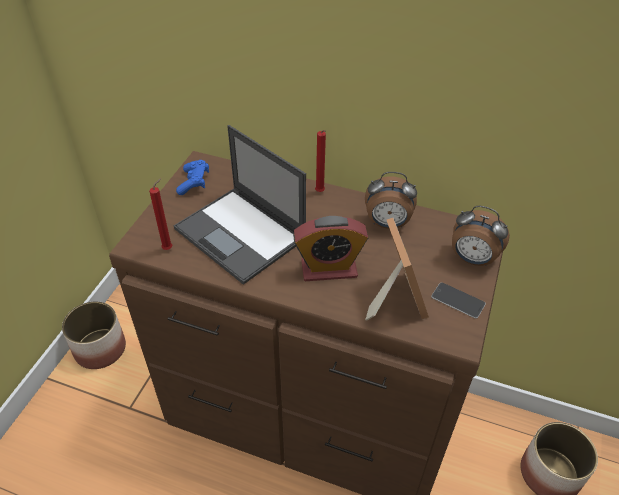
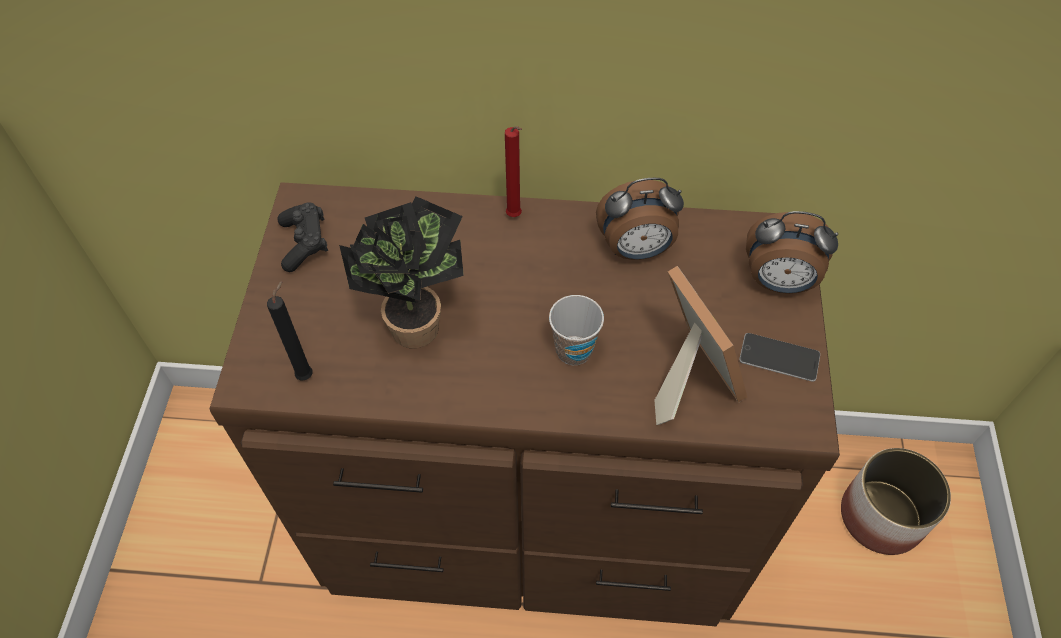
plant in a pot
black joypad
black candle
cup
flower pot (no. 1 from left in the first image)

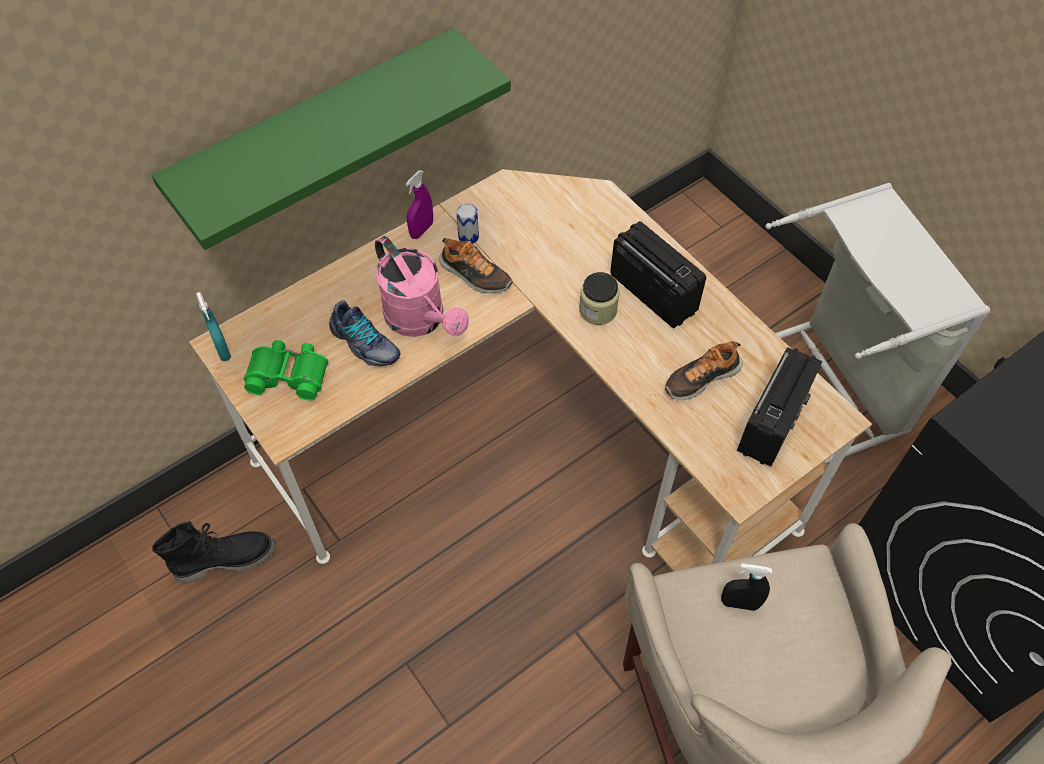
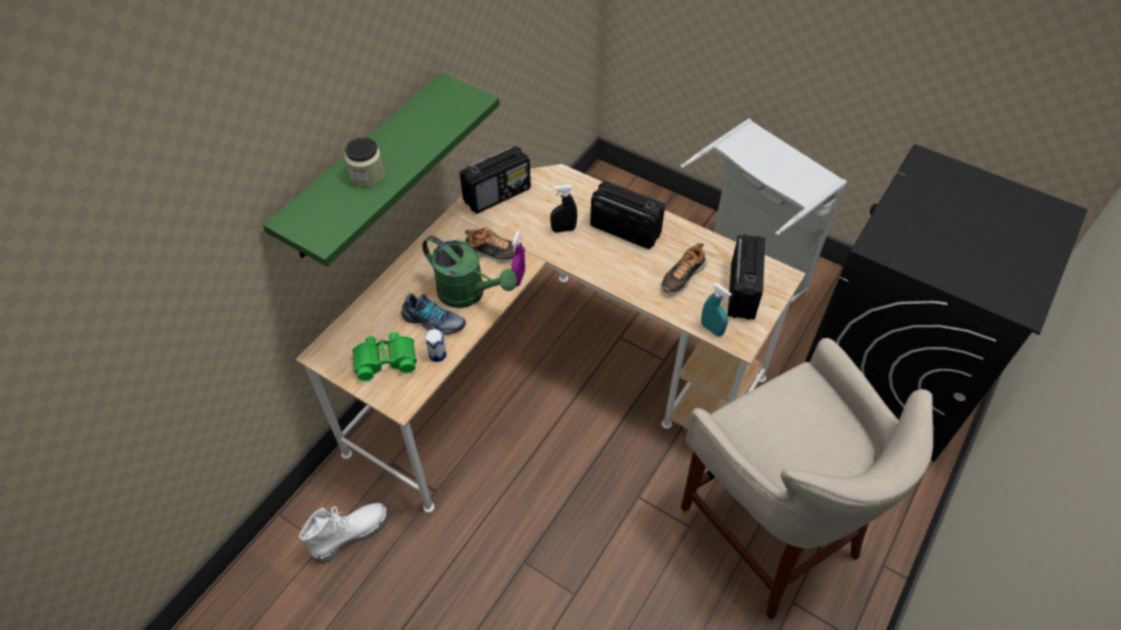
purplish hand sprayer
can
green-coloured watering pot
storage jar
turquoise-coloured hand sprayer
white high-top boot
black hand sprayer
radio (no. 1 from left)

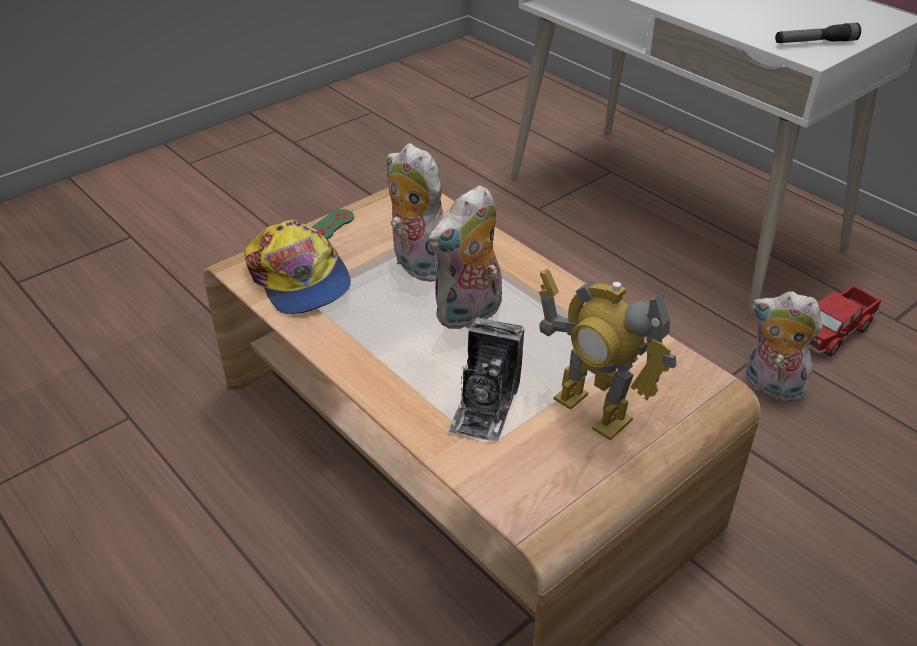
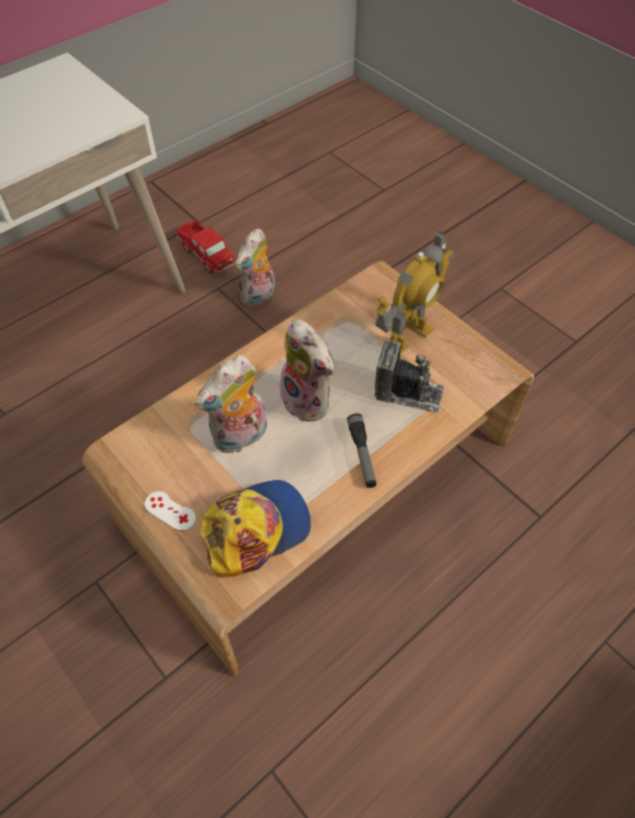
hand torch
white joypad

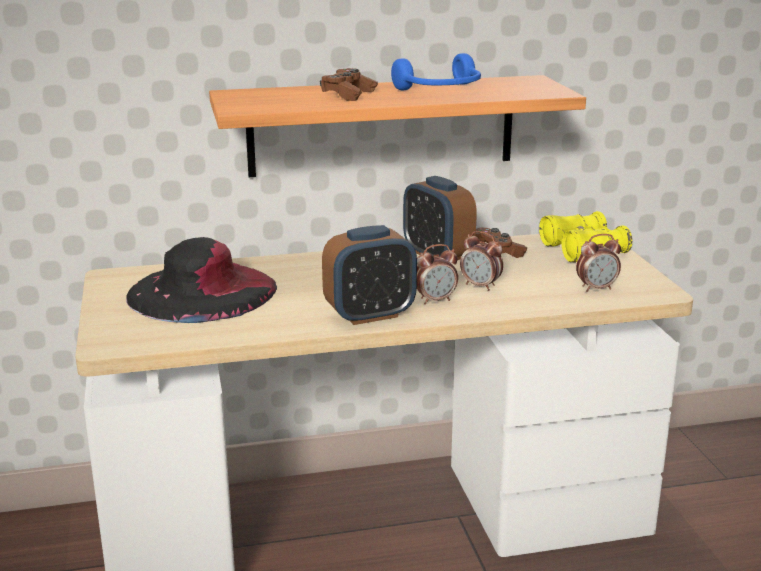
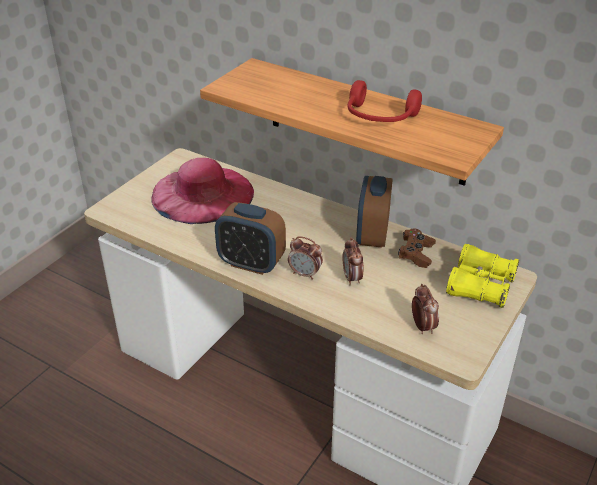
reddish headset
brownish joypad (no. 1 from left in the first image)
bedside clock (no. 5 from left)
pink wearable hat

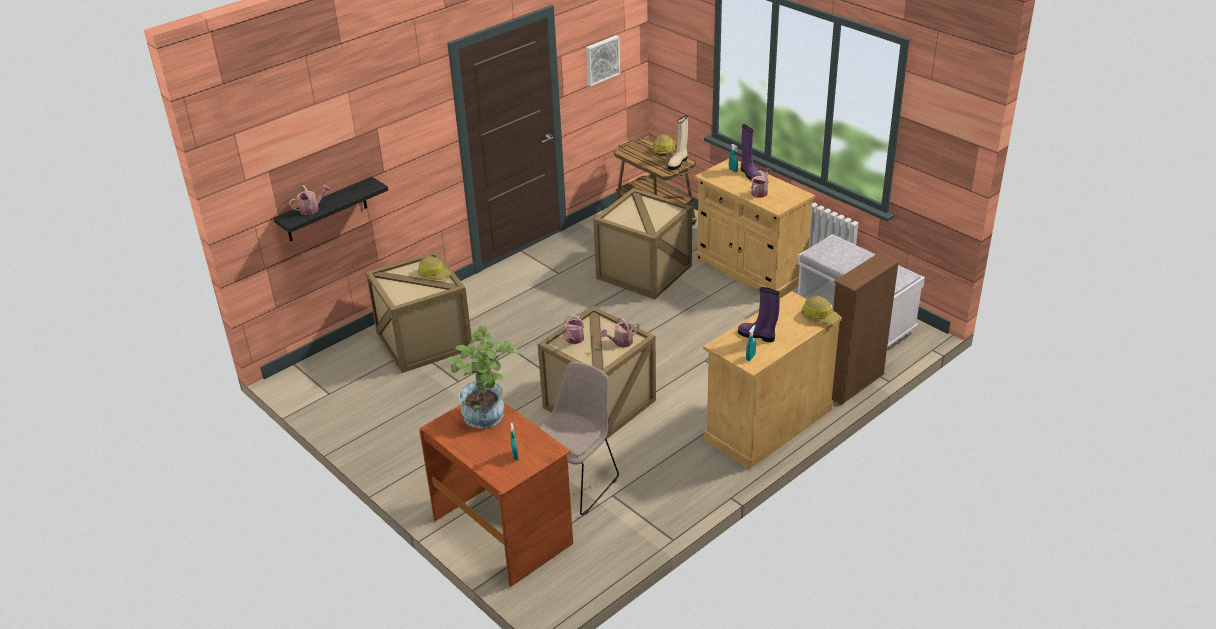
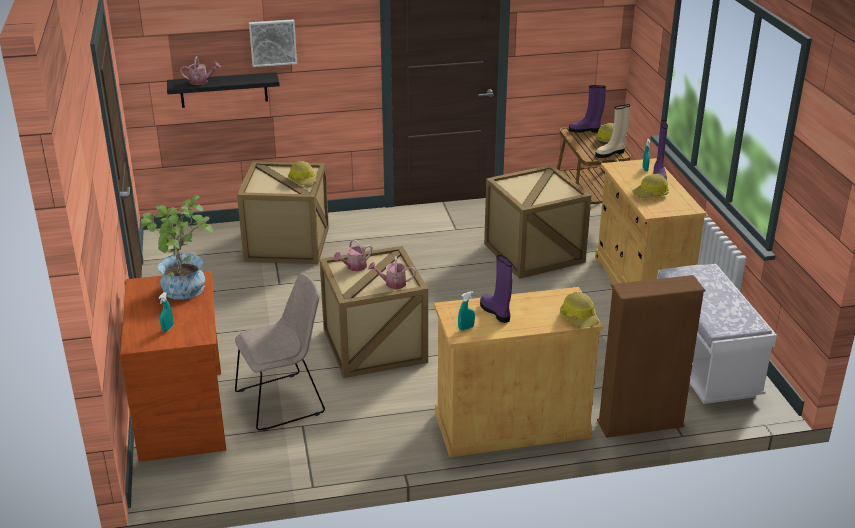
wall picture
work helmet (no. 4 from left)
purplish high-top boot (no. 2 from left)

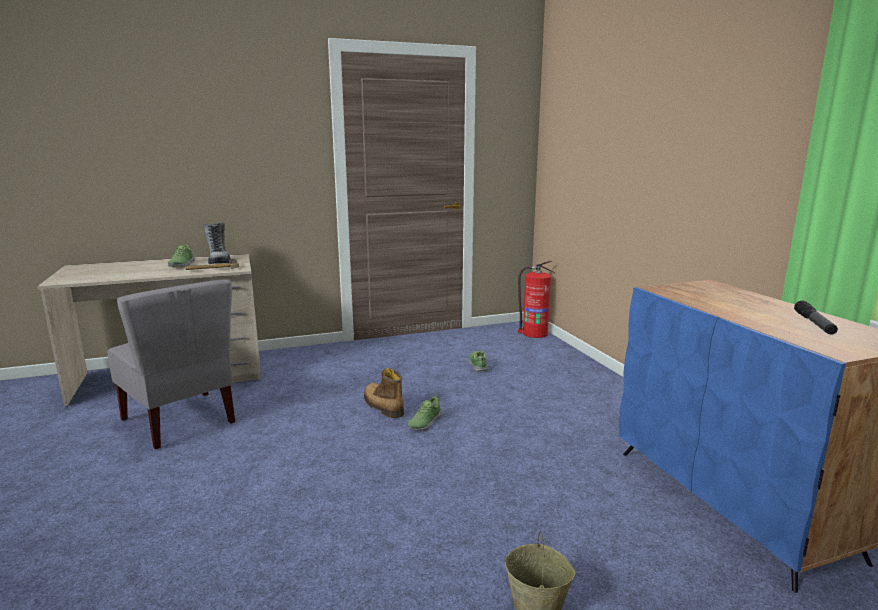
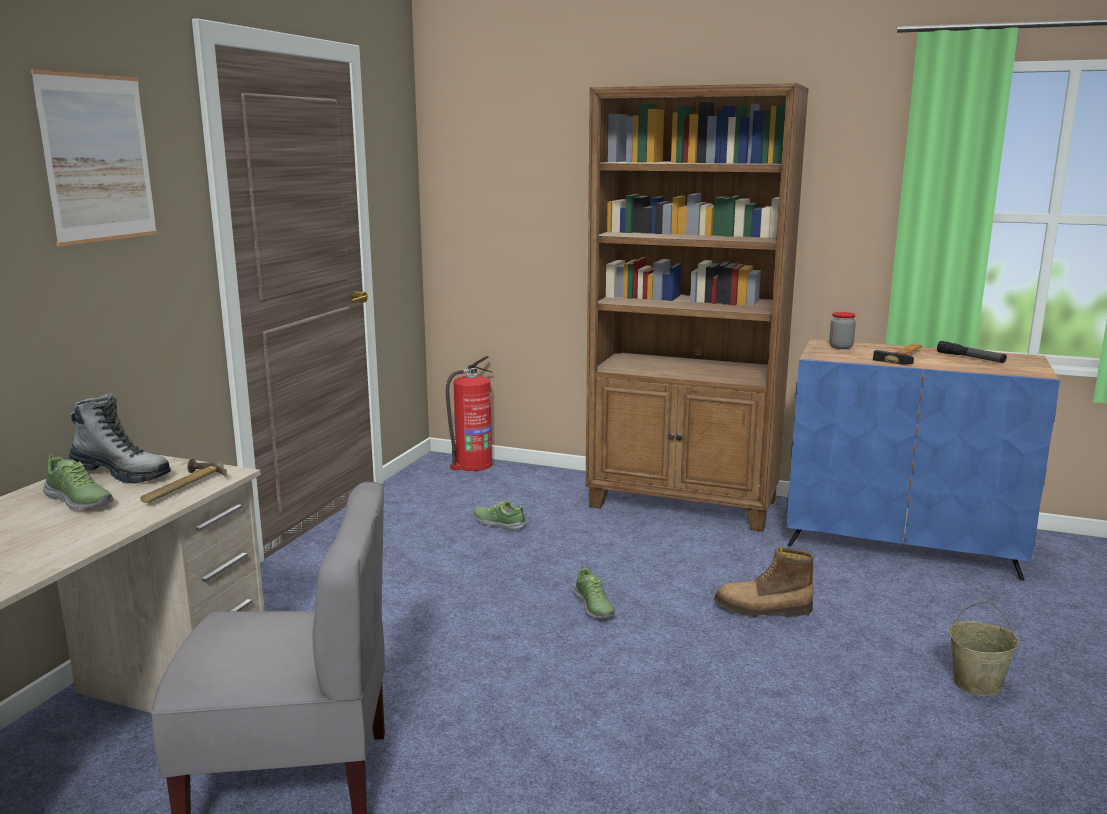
high-top boot (no. 2 from left)
wall picture
brownish bookshelf
storage jar
tool hammer (no. 2 from left)

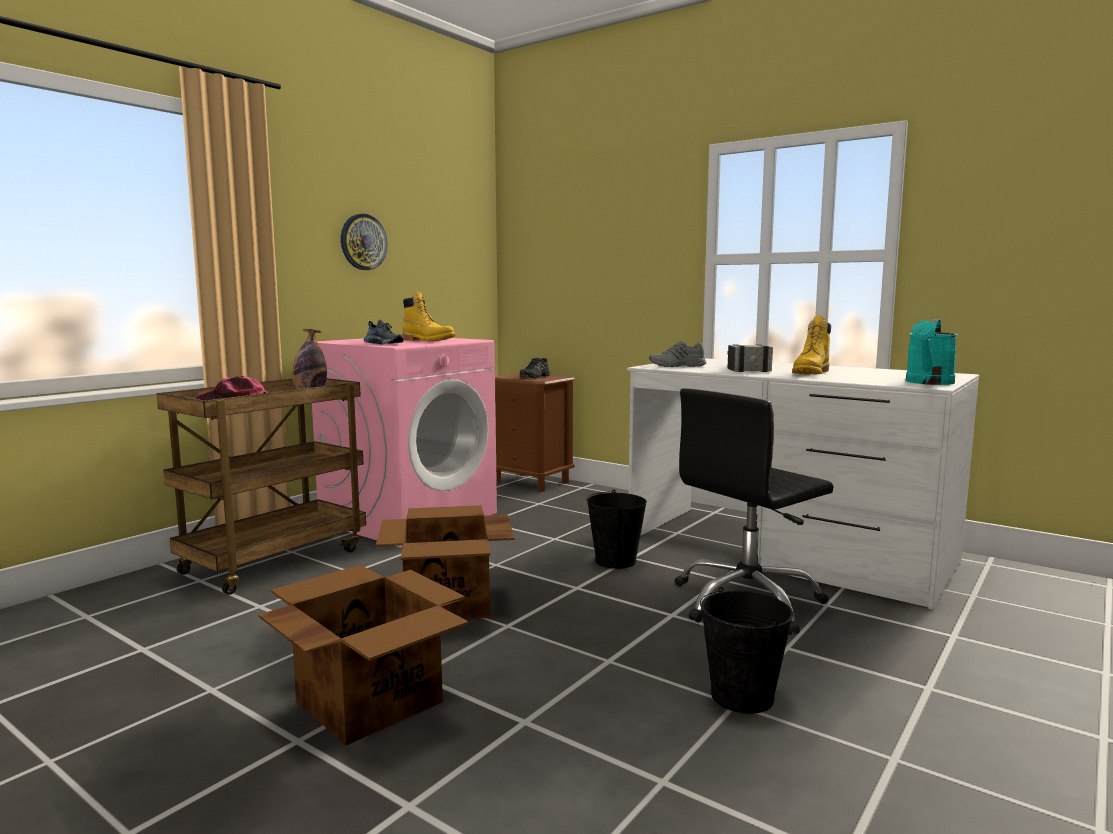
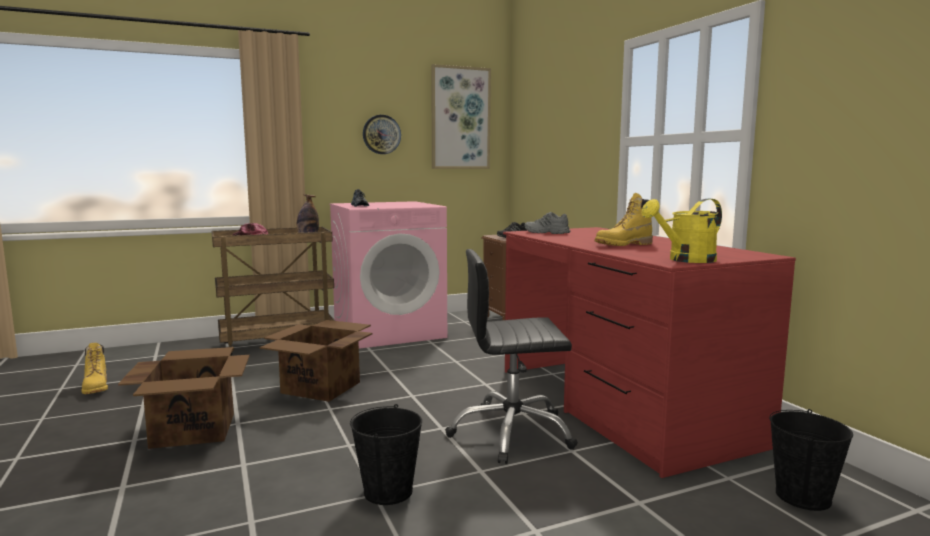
yellow-coloured high-top boot (no. 1 from left)
yellow-coloured watering pot
tool hammer
reddish desk unit
black pail (no. 2 from left)
wall picture

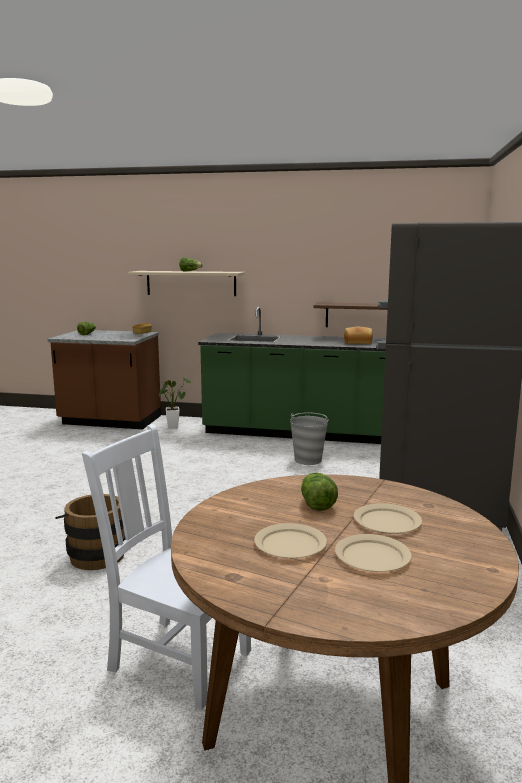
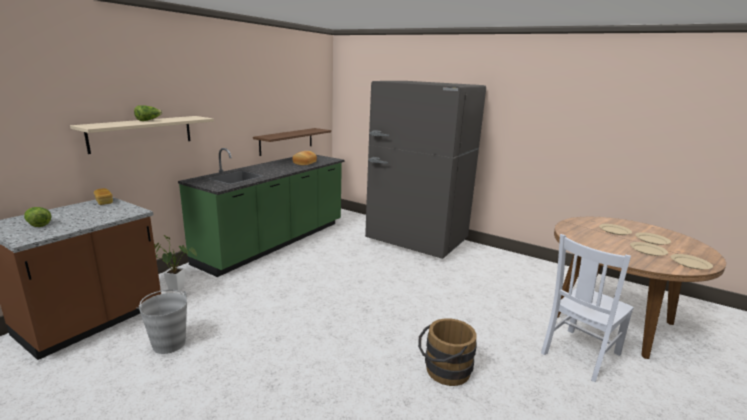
greyish pail
head of lettuce (no. 3 from left in the first image)
beige flat dish (no. 4 from left)

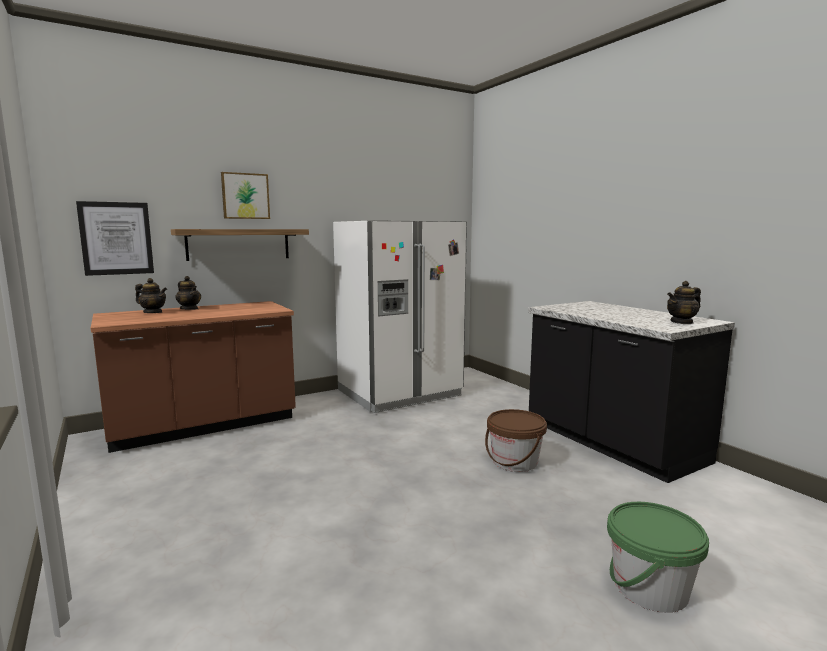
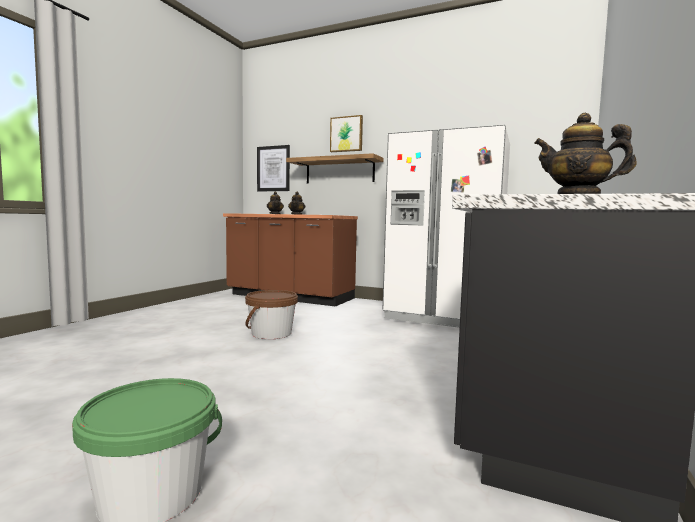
brownish pail

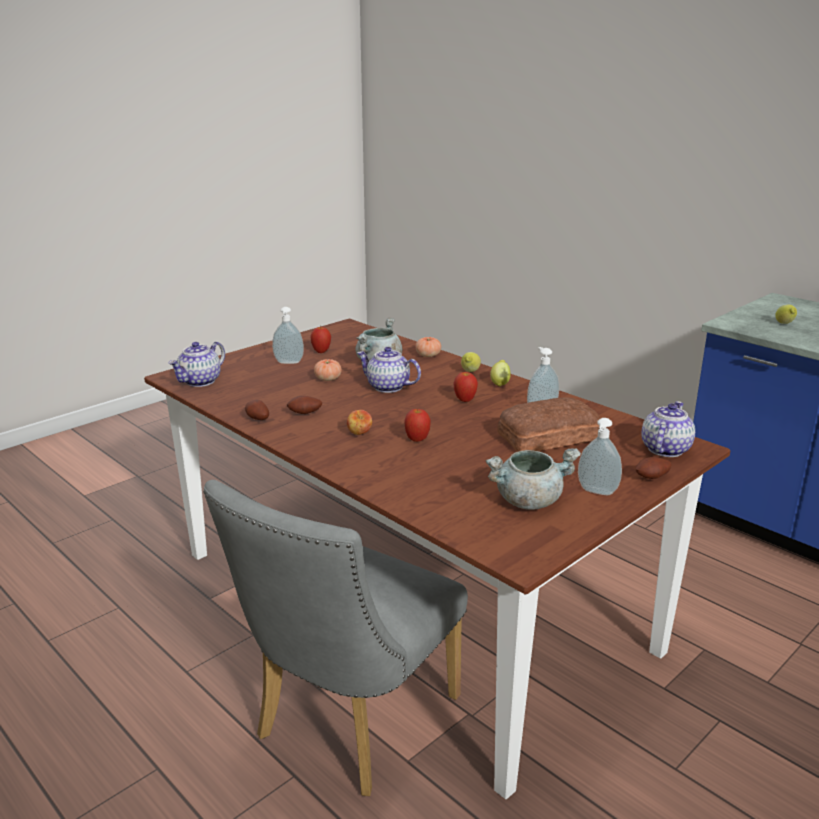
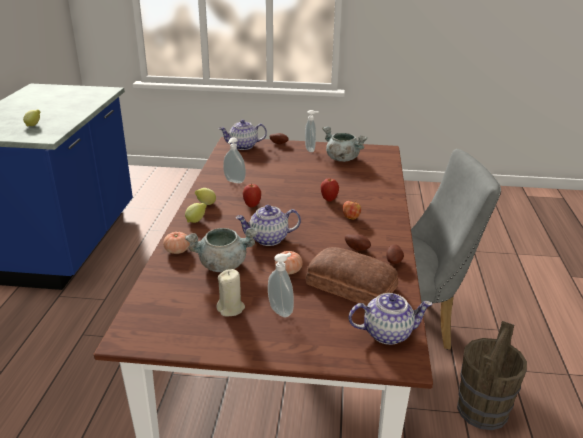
beige candle
teapot (no. 2 from left)
bakery bread
brownish pail

